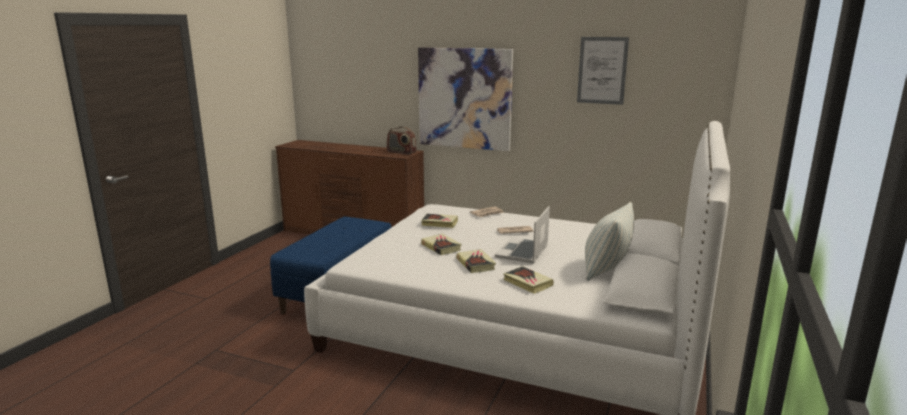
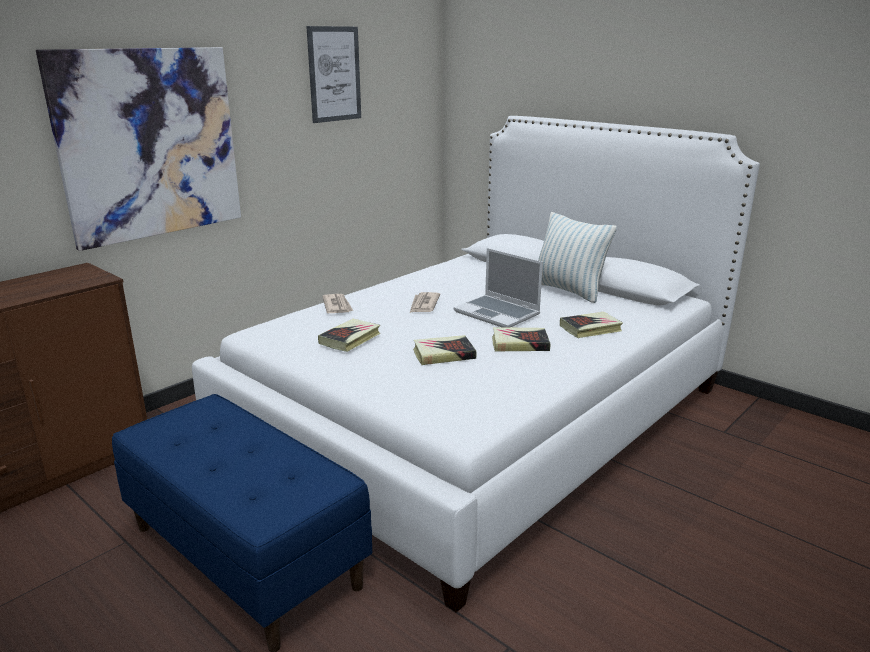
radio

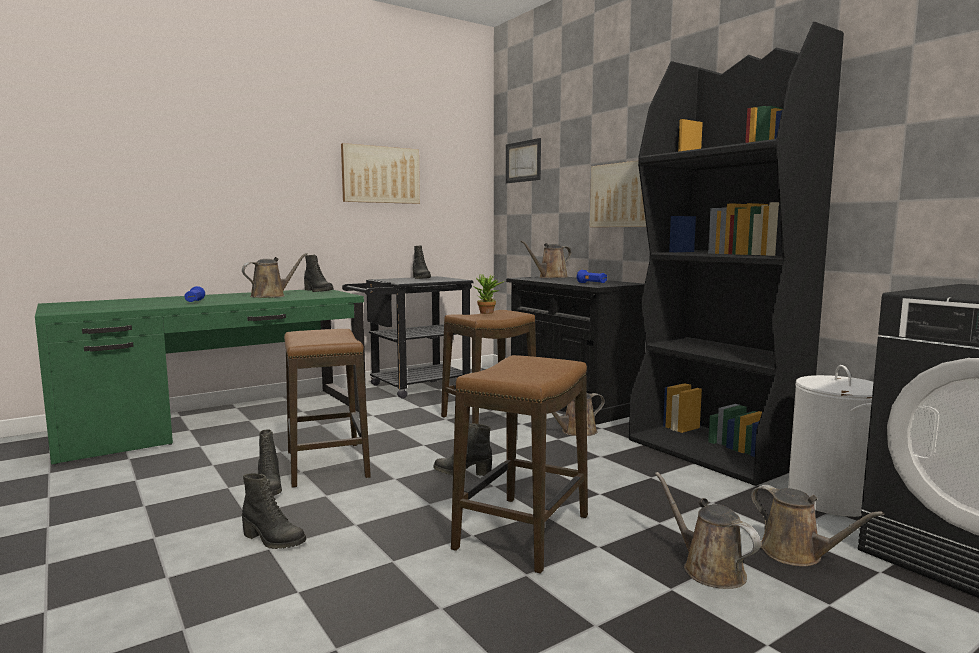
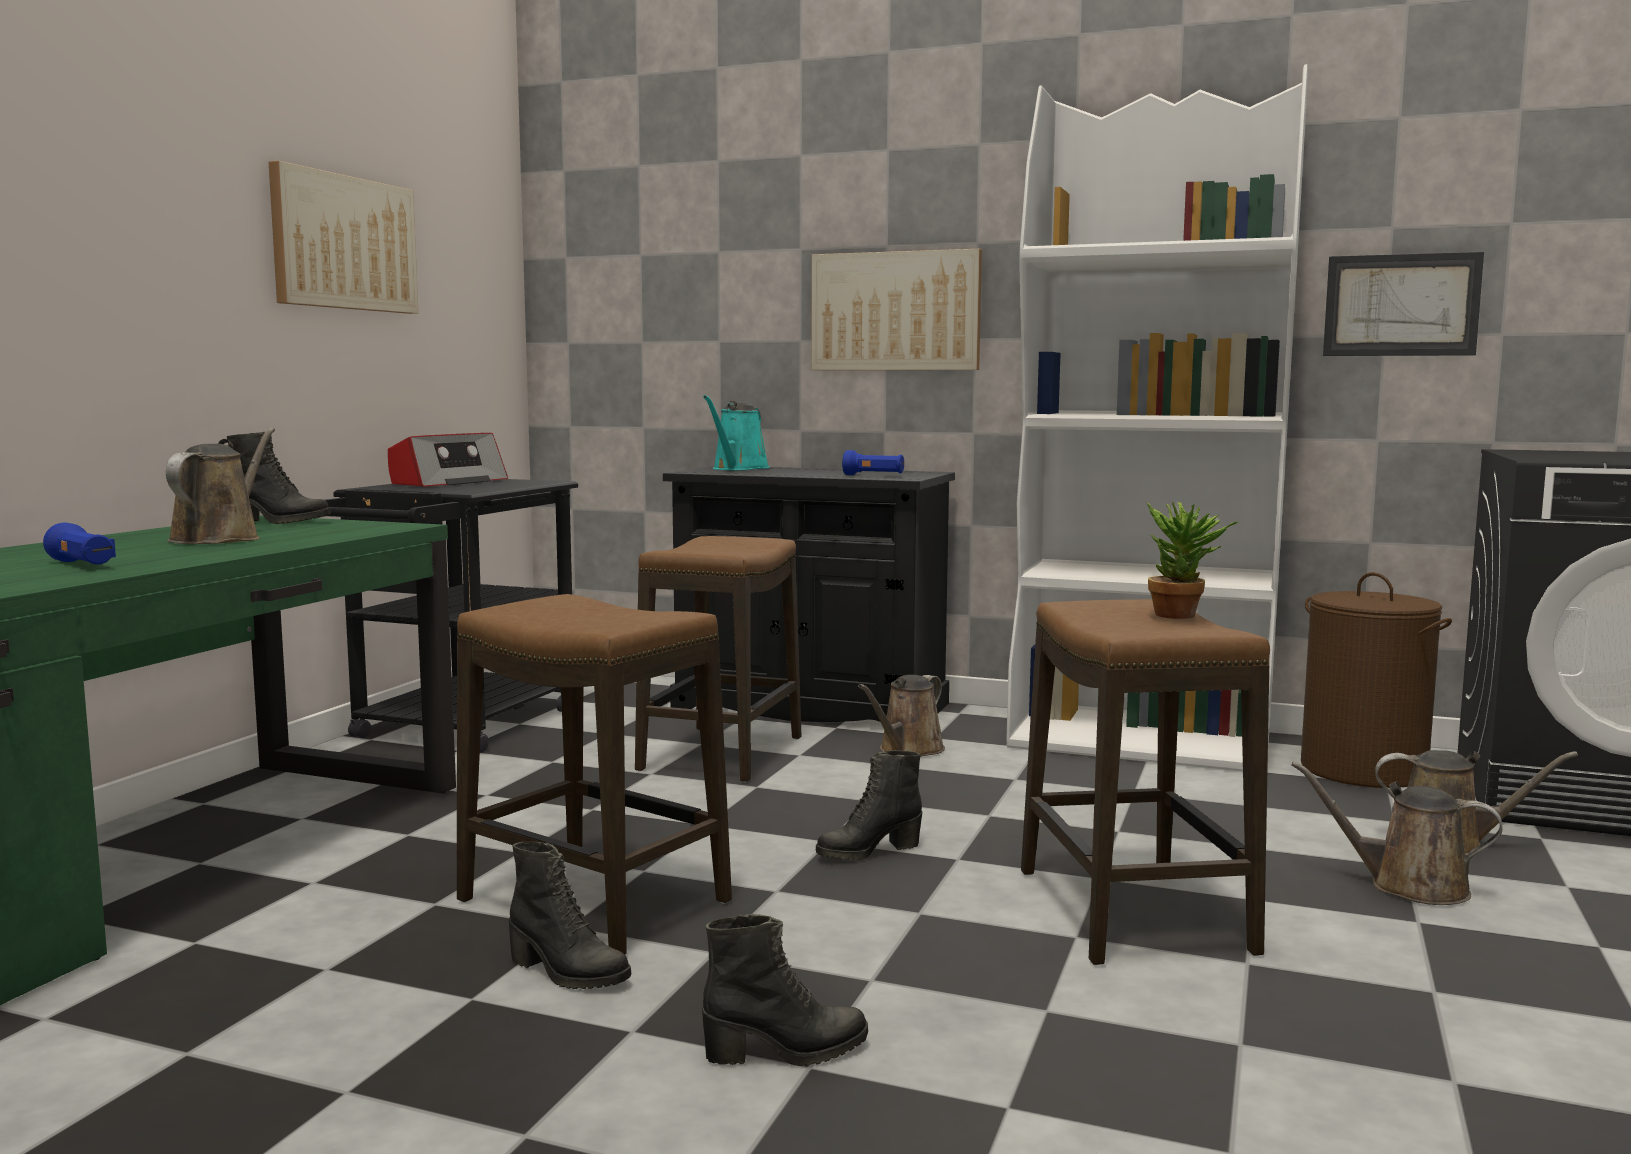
white bookshelf
wall picture (no. 3 from left)
turquoise-coloured watering pot
radio
plant in a pot
brownish laundry basket

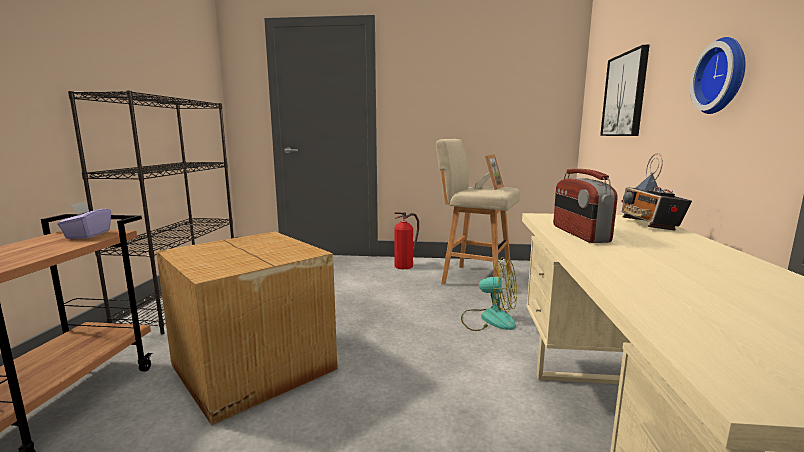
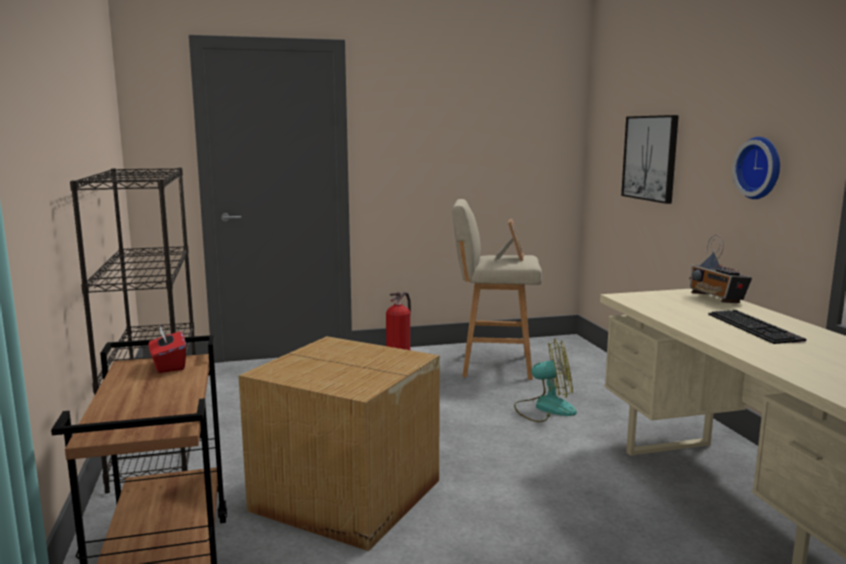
radio (no. 1 from left in the first image)
reddish tissue holder
PC keyboard

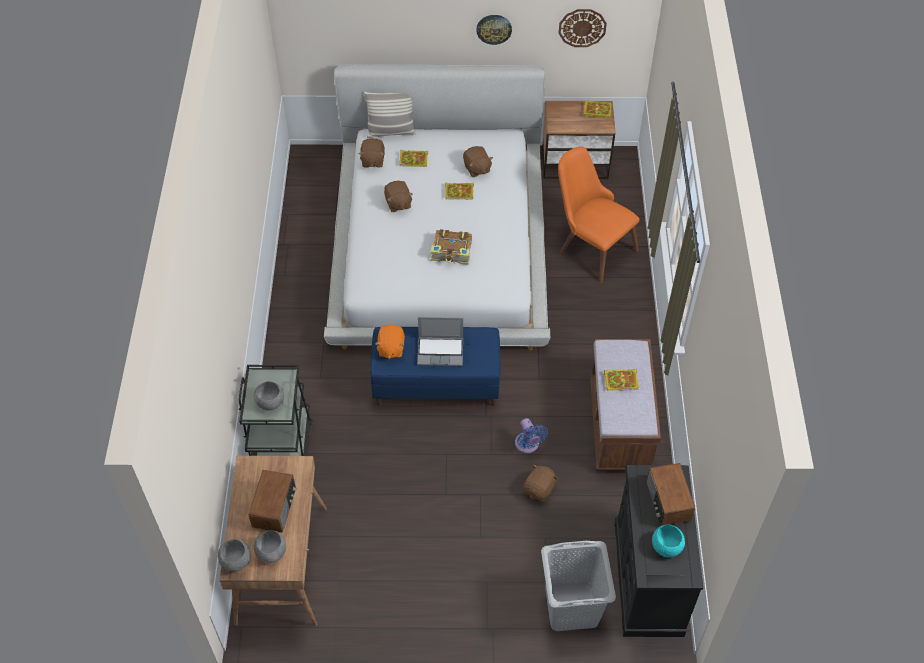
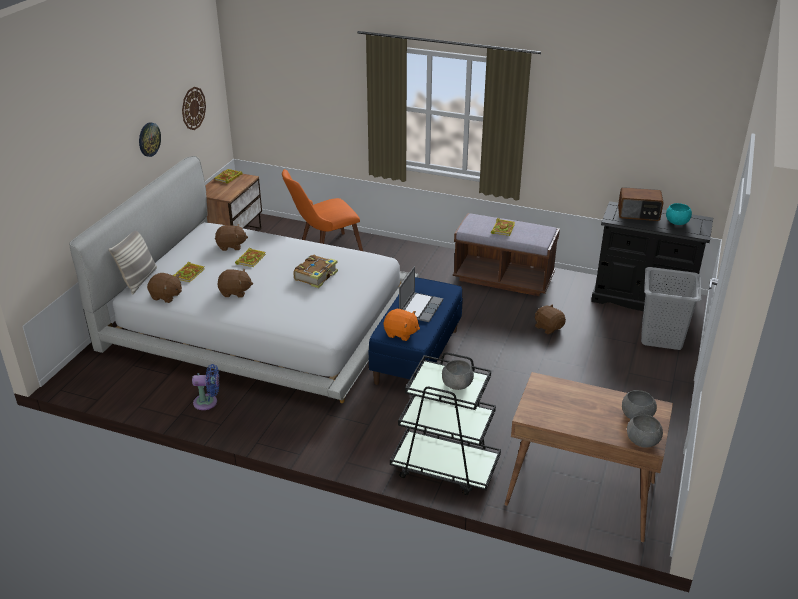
bluish cooling fan
radio (no. 1 from left in the first image)

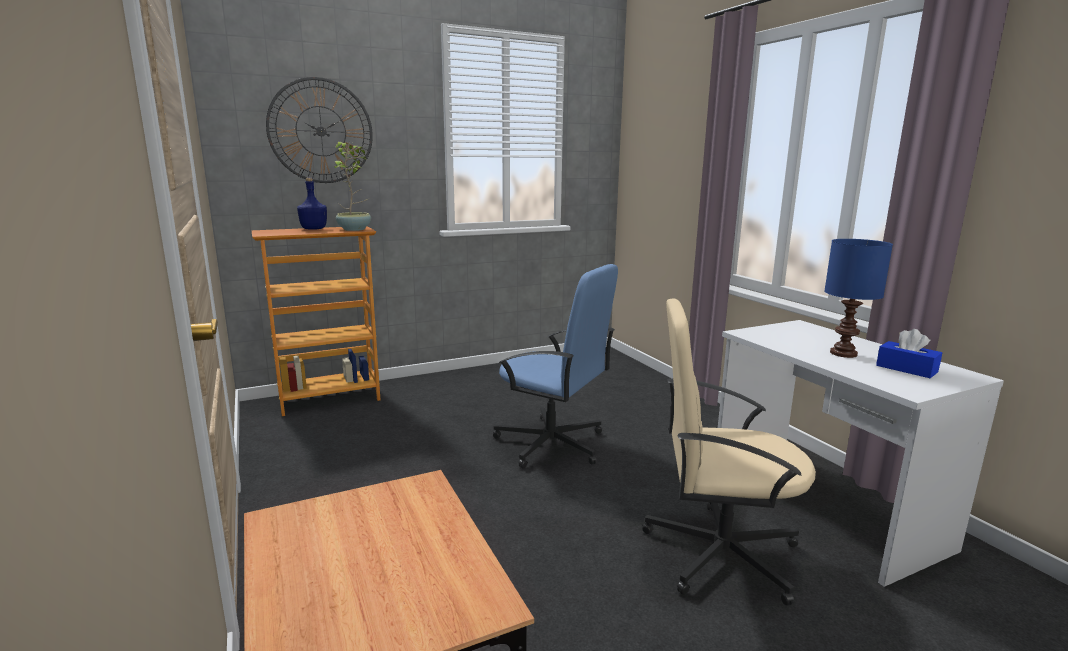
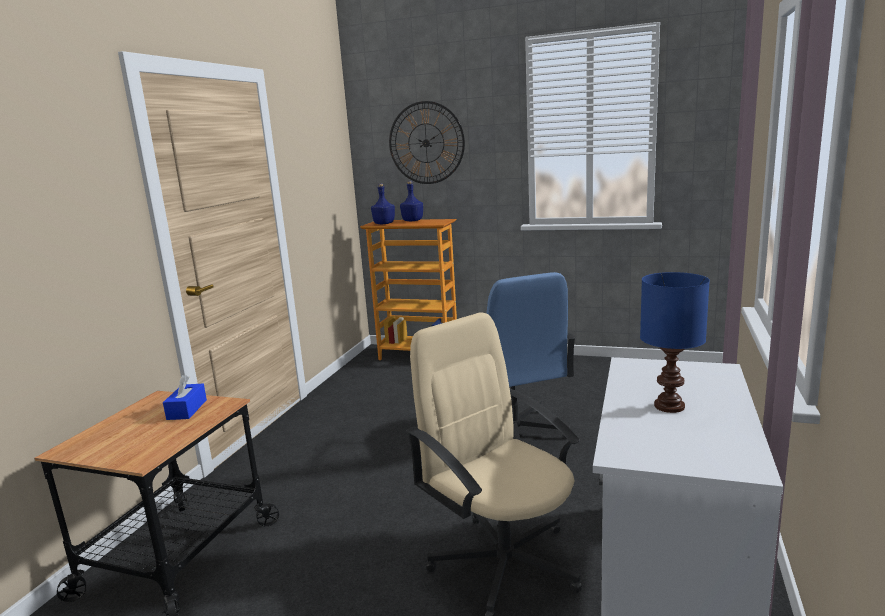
plant in a pot
bluish tissue holder
bluish bottle (no. 1 from left)

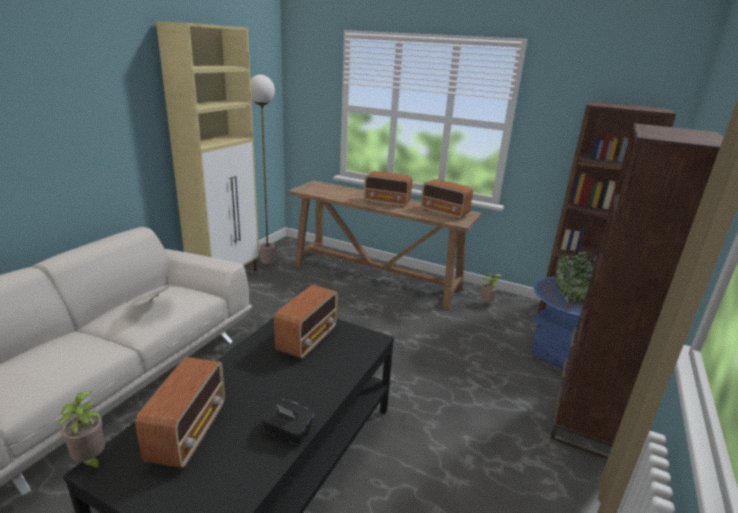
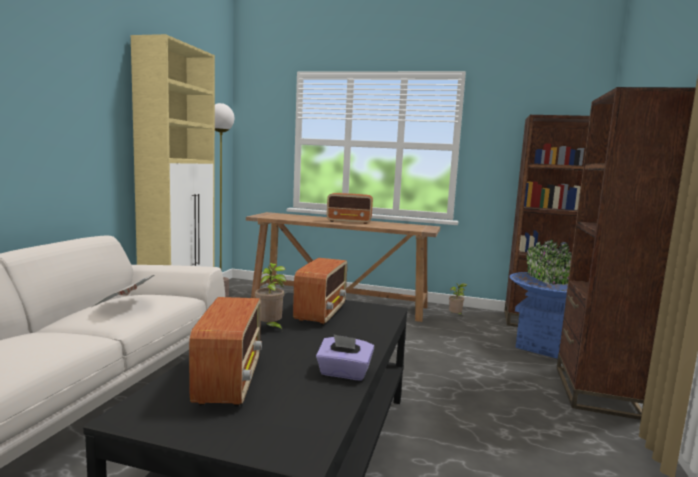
radio (no. 4 from left in the first image)
plant in a pot (no. 1 from left)
purplish tissue holder

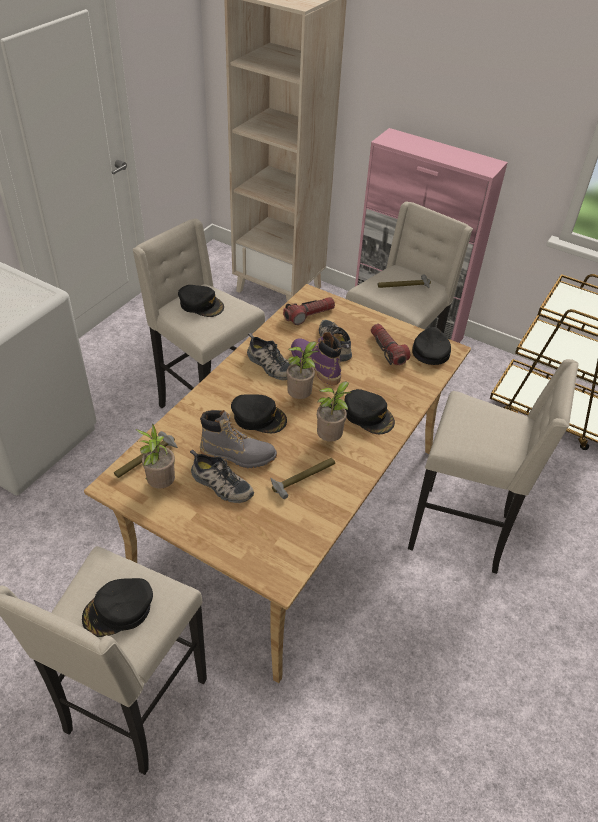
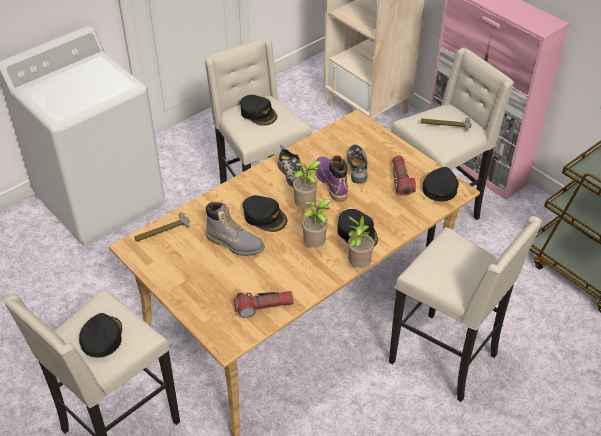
hand torch (no. 1 from left)
plant in a pot (no. 3 from left)
shoe (no. 1 from left in the first image)
tool hammer (no. 2 from left in the first image)
black baseball cap (no. 1 from left)

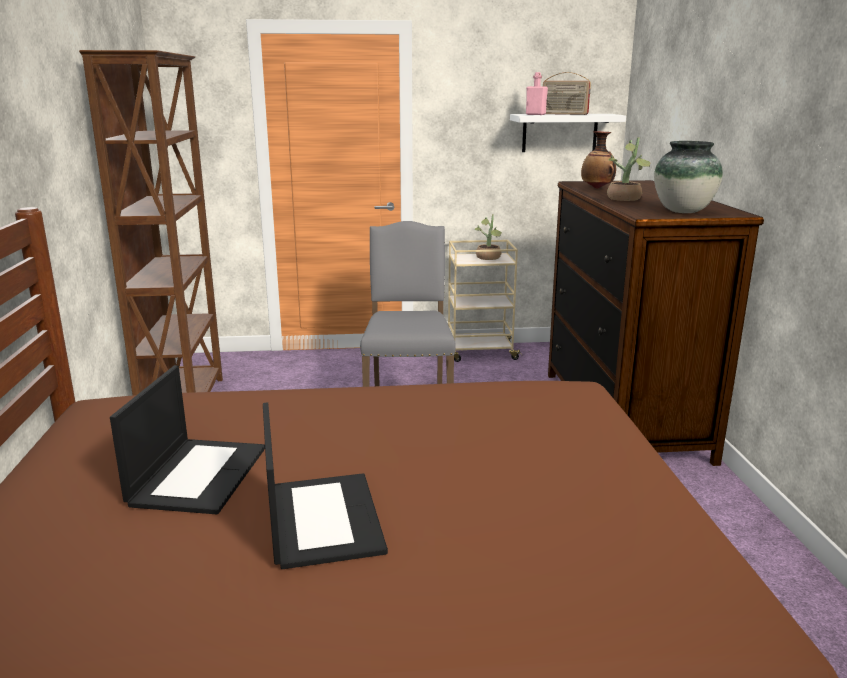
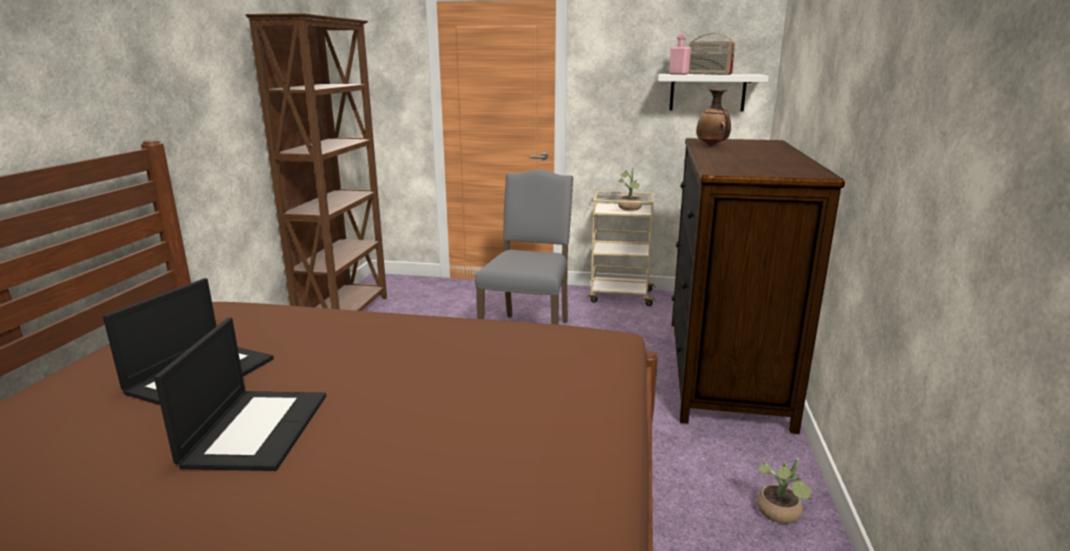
plant in a pot (no. 2 from left)
flower vase (no. 2 from left in the first image)

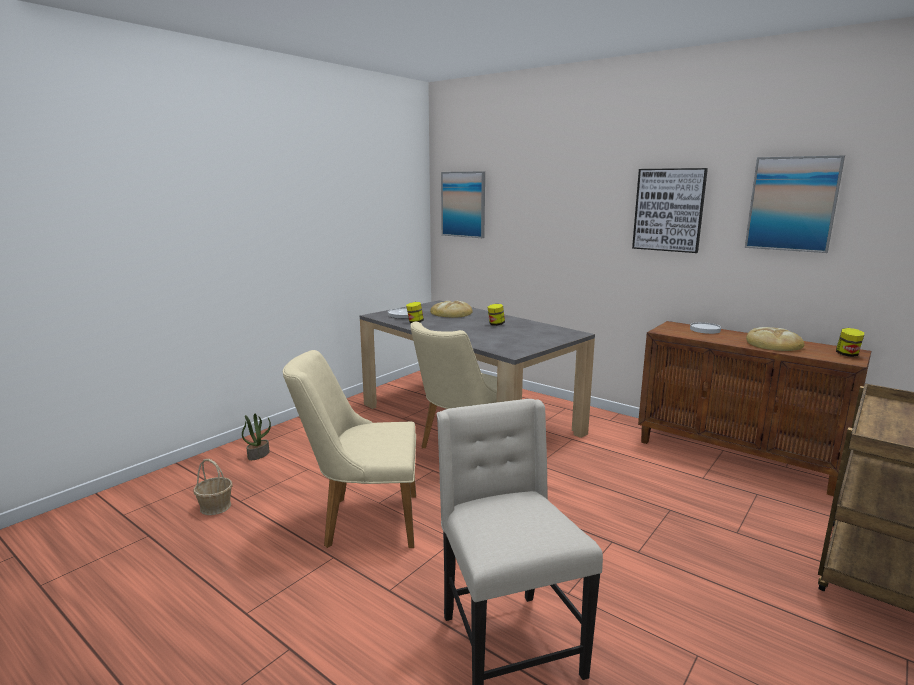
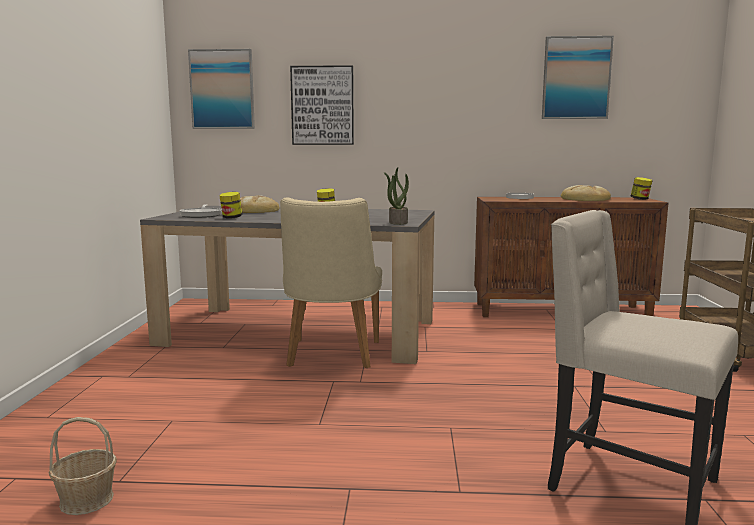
wall picture (no. 2 from left)
beige chair (no. 1 from left in the first image)
plant in a pot

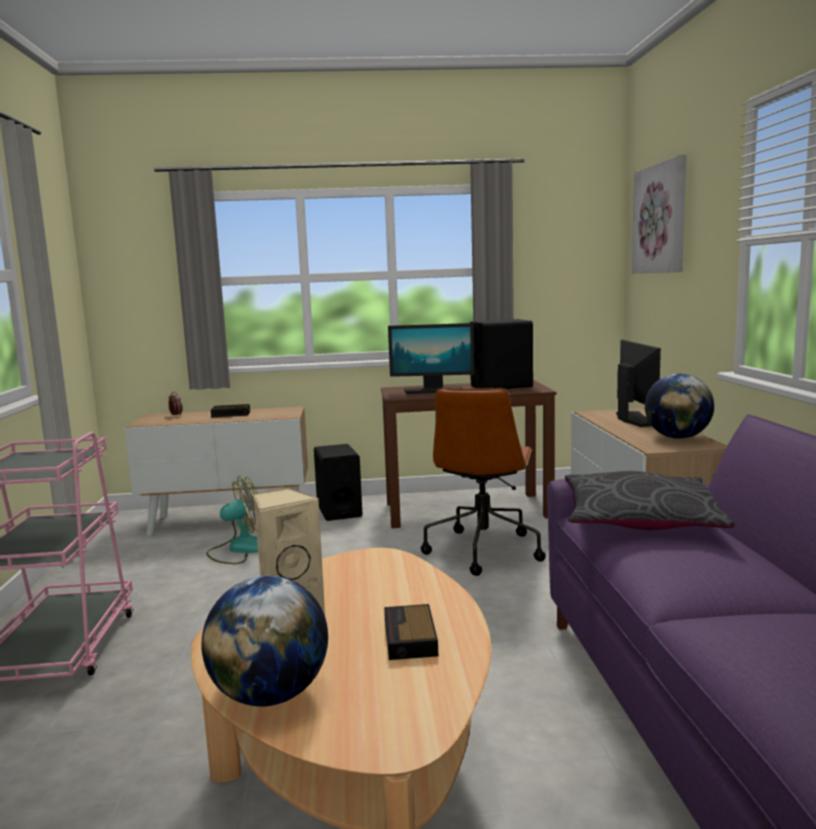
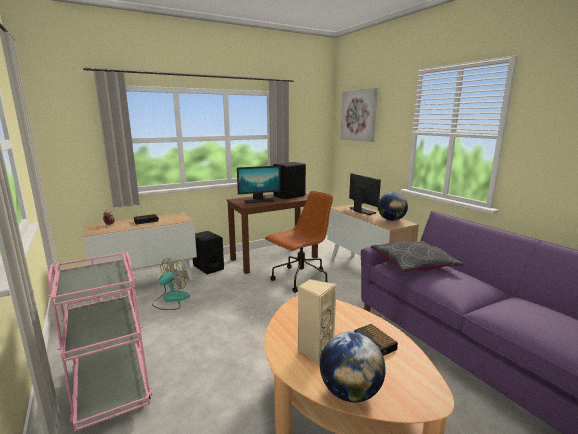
brownish desk chair

